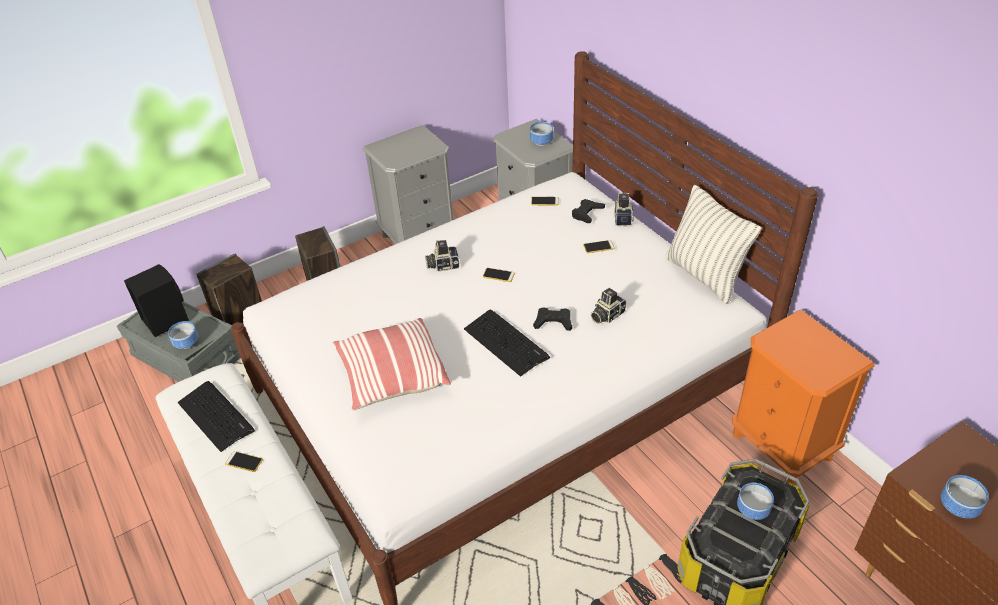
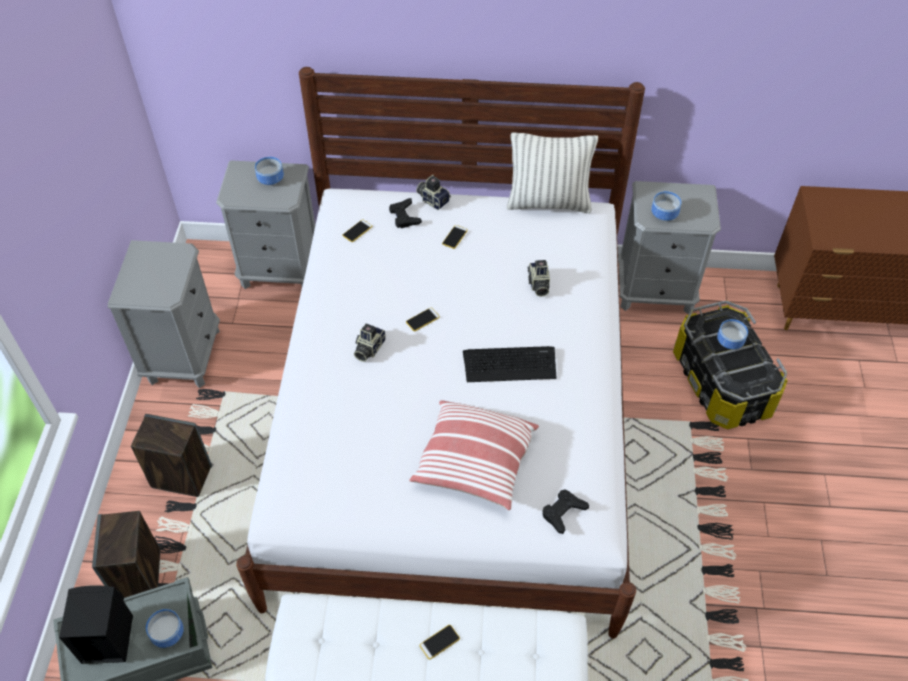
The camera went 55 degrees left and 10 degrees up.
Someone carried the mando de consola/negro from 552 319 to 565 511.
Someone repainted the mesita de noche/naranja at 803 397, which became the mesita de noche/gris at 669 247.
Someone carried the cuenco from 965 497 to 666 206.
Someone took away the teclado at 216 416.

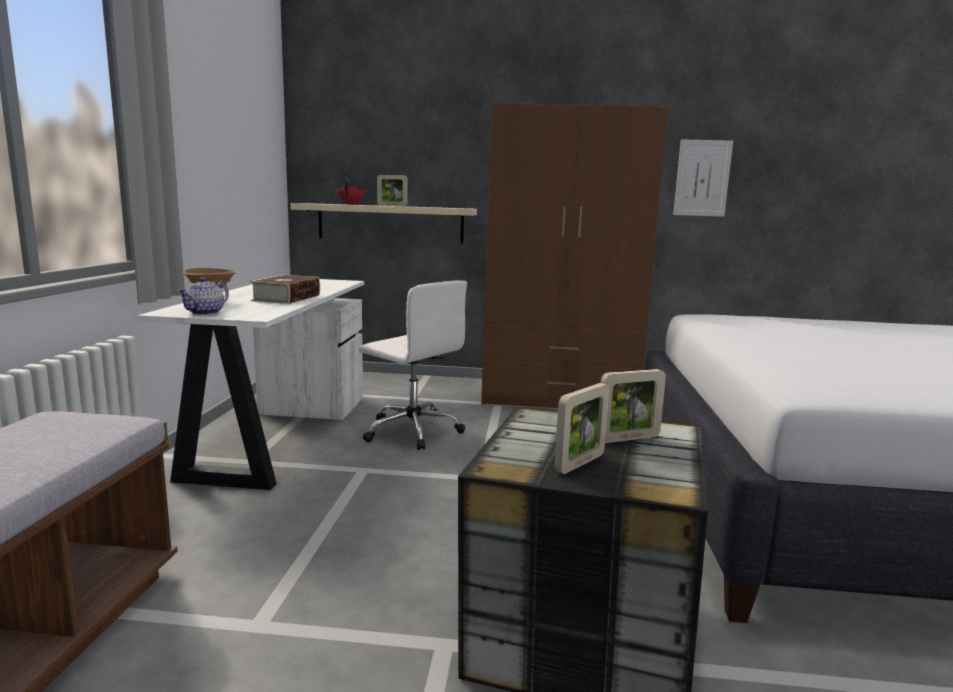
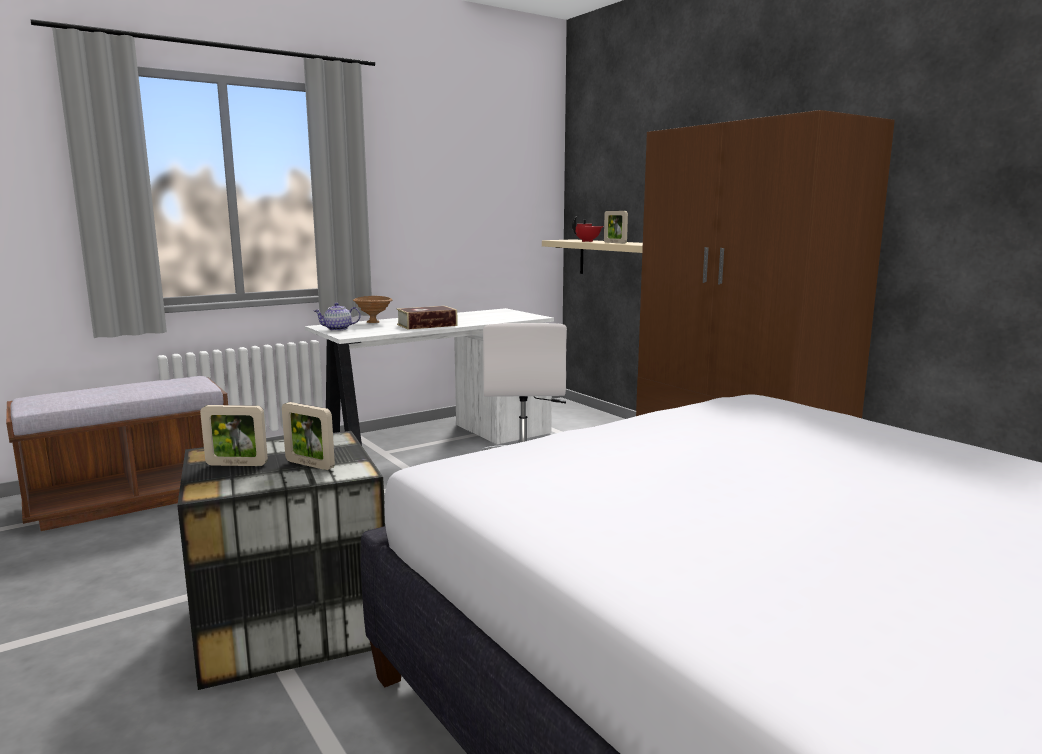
The camera went 50 degrees right and 0 degrees up.
Someone took away the cuadro at 703 178.

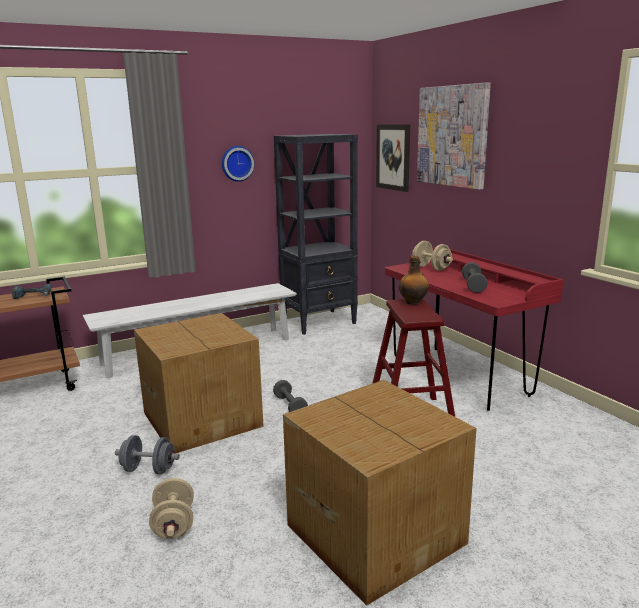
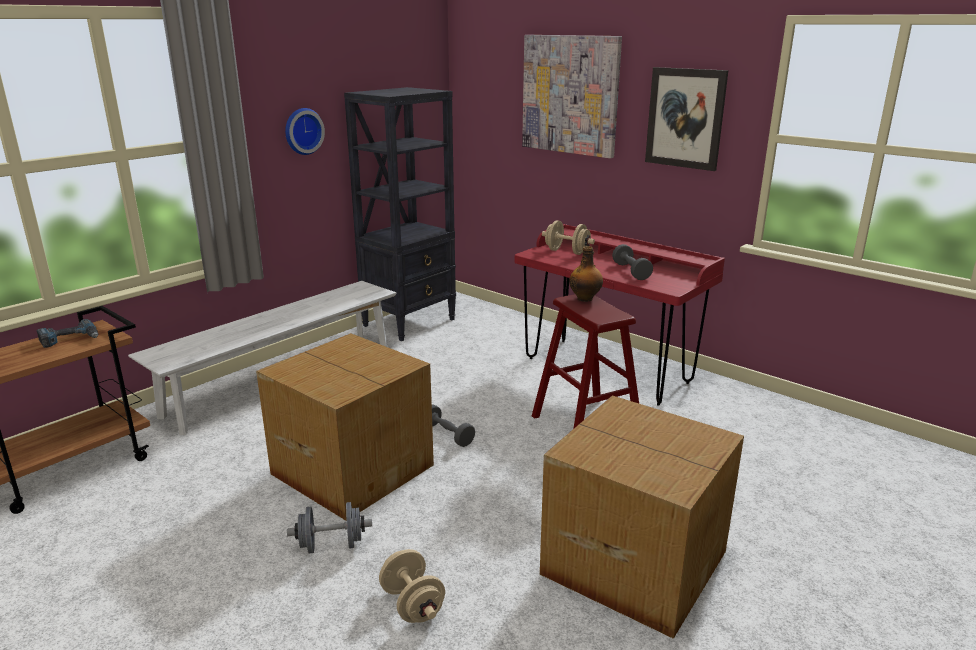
The camera went 20 degrees left and 5 degrees up.
Someone carried the cuadro from 393 158 to 687 119.

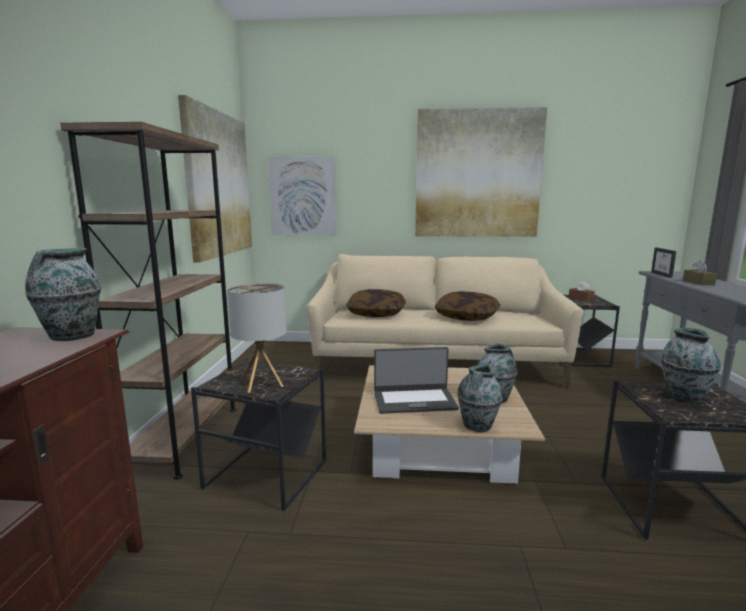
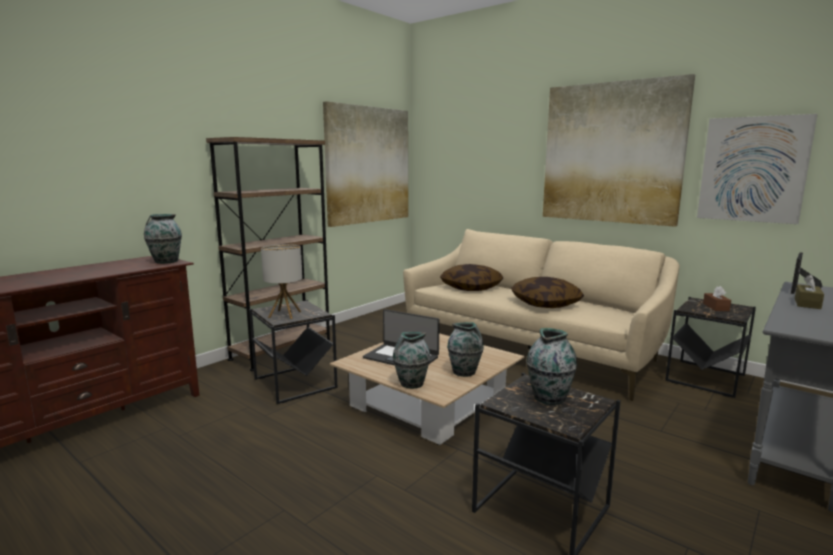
The camera went 35 degrees right and 0 degrees up.
Someone carried the cuadro from 302 196 to 757 169.

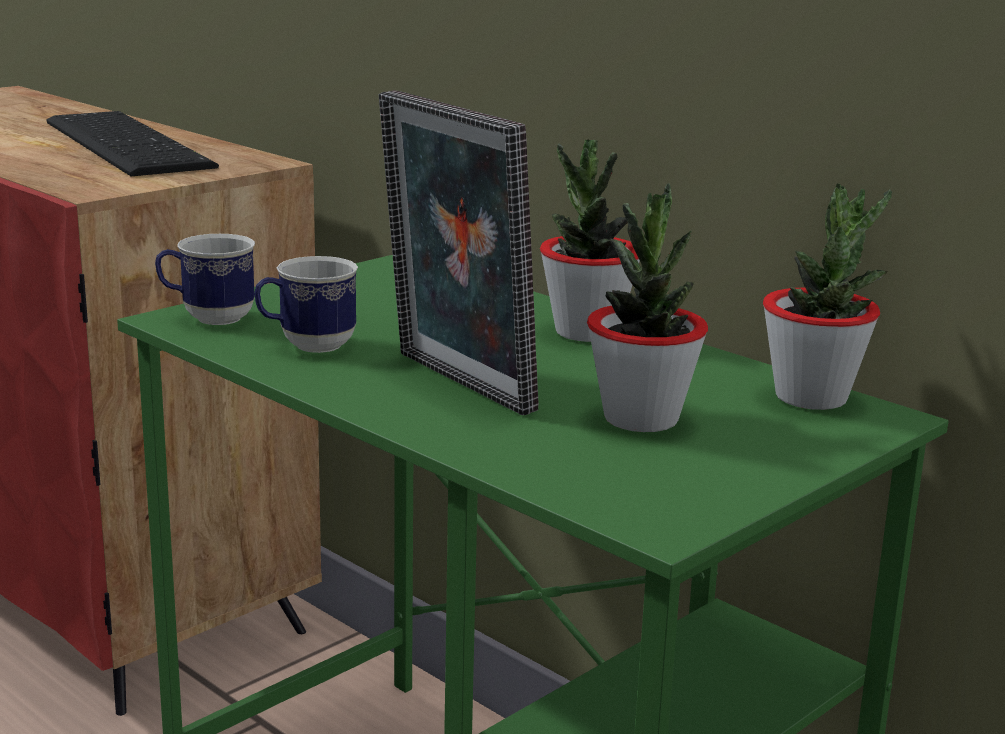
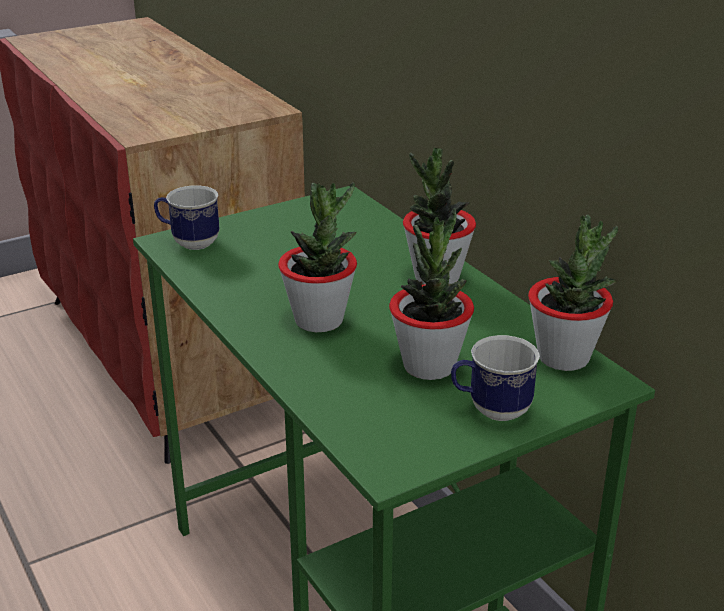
The camera went 15 degrees right and 10 degrees up.
Someone swapped the portarretratos at 459 252 for the planta en maceta at 317 257.
Someone carried the taza grande from 306 304 to 495 378.
Someone took away the teclado at 133 143.

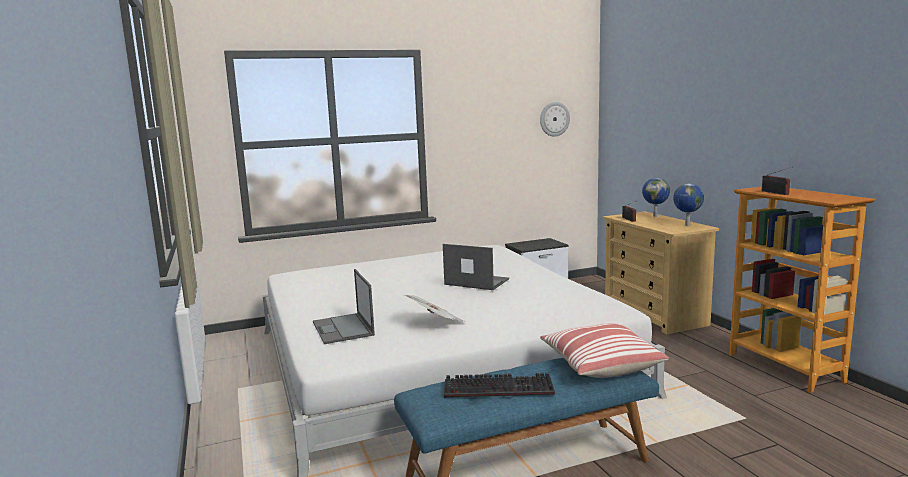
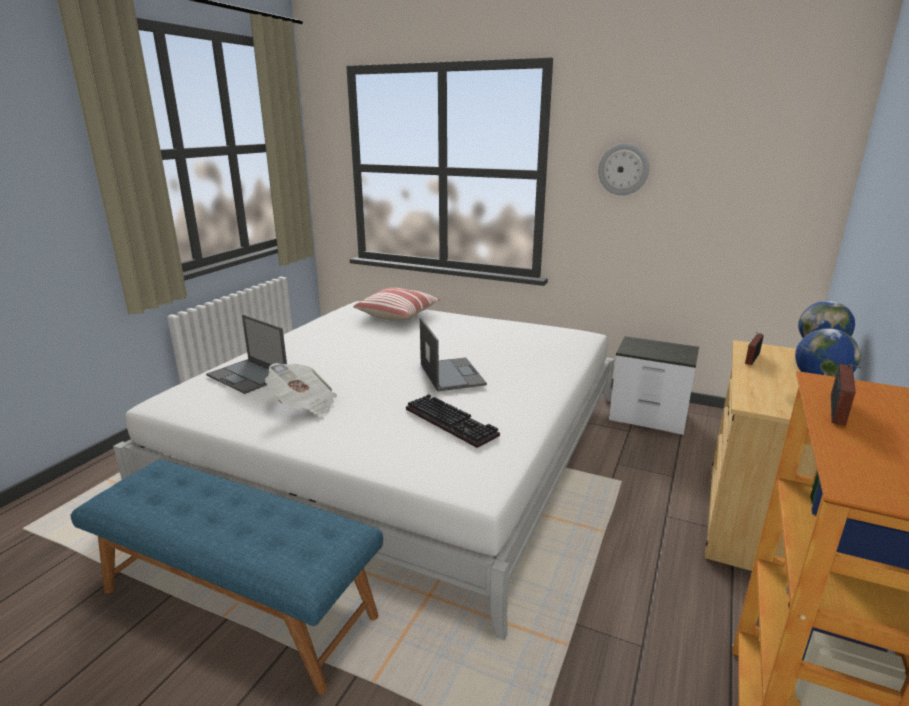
The camera went 45 degrees right and 10 degrees up.
Someone rotated the portátil at 344 306 by 75 degrees counterclockwise.
Someone carried the cojín from 604 350 to 396 304.
Someone carried the teclado from 499 385 to 453 421.
Someone carried the reloj de pared from 555 119 to 623 169.

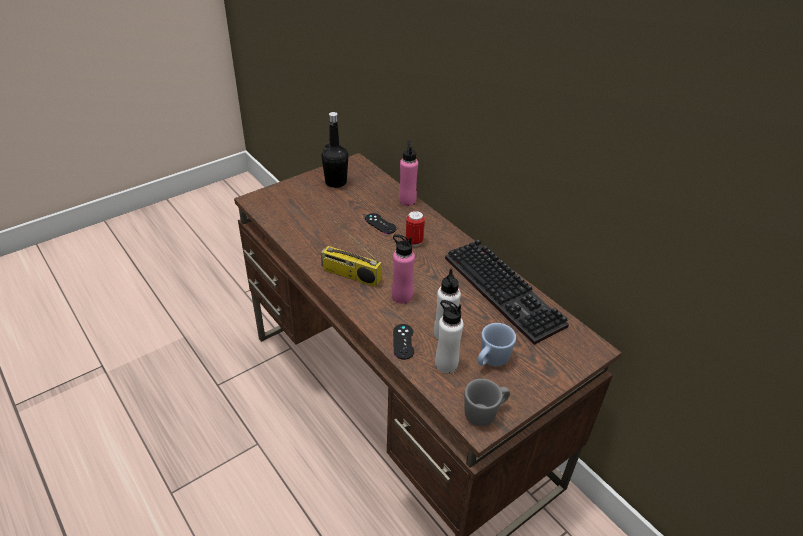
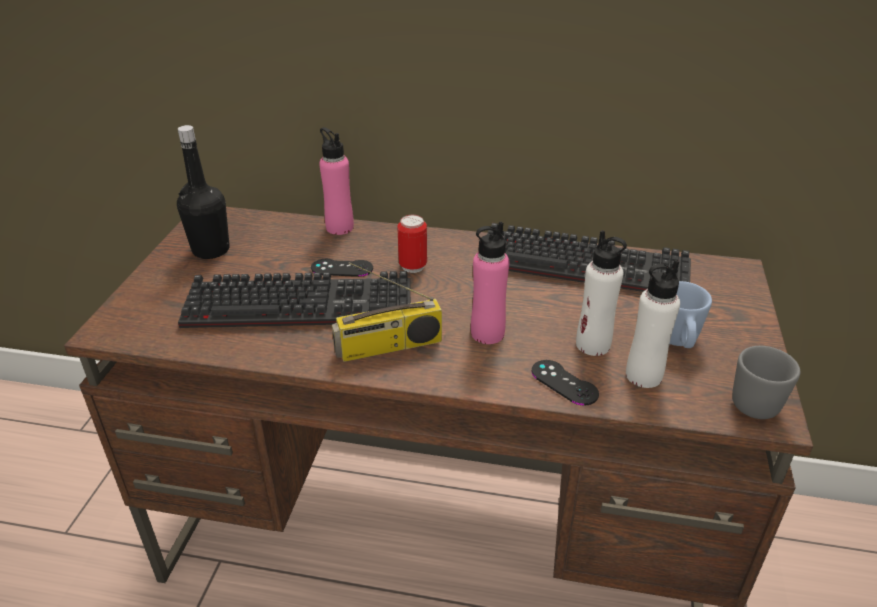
The camera went 40 degrees left and 5 degrees down.
Someone put down the teclado at 294 299.

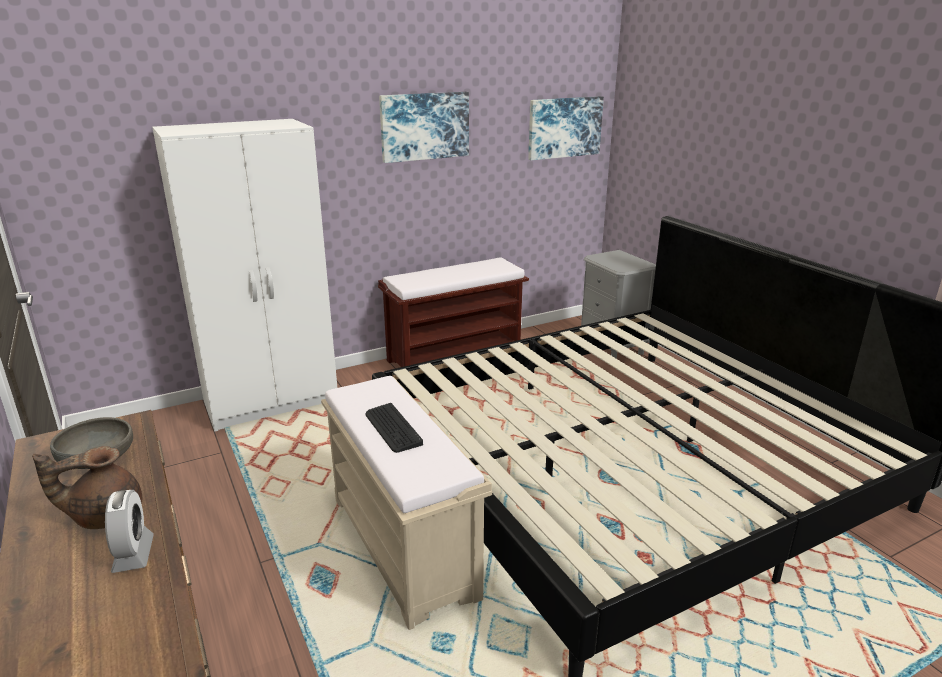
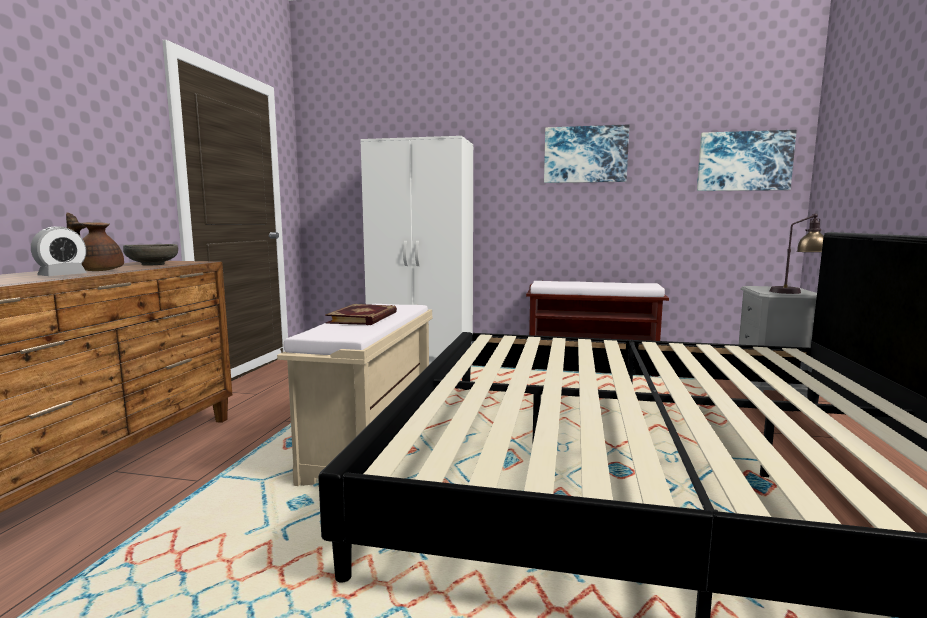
The camera went 40 degrees right and 15 degrees down.
Someone swapped the teclado at 394 428 for the libro at 361 314.
Someone put down the lámpara de mesa at 796 254.

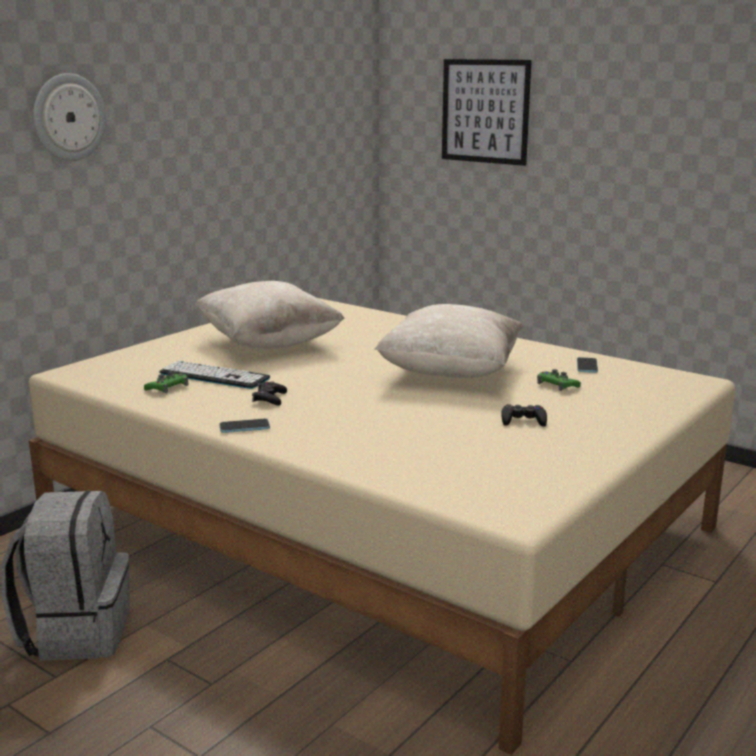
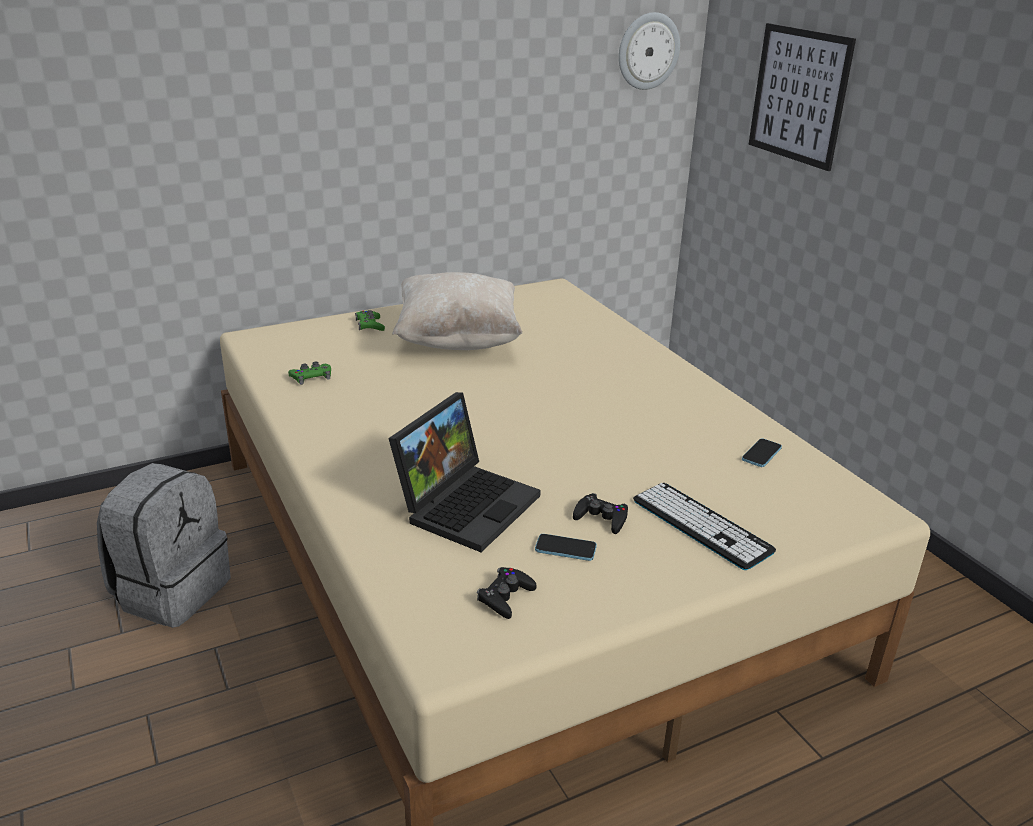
The camera went 25 degrees right and 10 degrees up.
Someone carried the mando de consola/verde from 559 380 to 370 320.
Someone put down the portátil at 464 472.
Someone carried the mando de consola/negro from 269 393 to 507 593.
Someone carried the móvil from 244 426 to 566 547.
Someone carried the reloj de pared from 69 117 to 649 51.
Someone carried the teclado from 214 375 to 704 526.
Someone took away the cojín/beis at 449 341.

